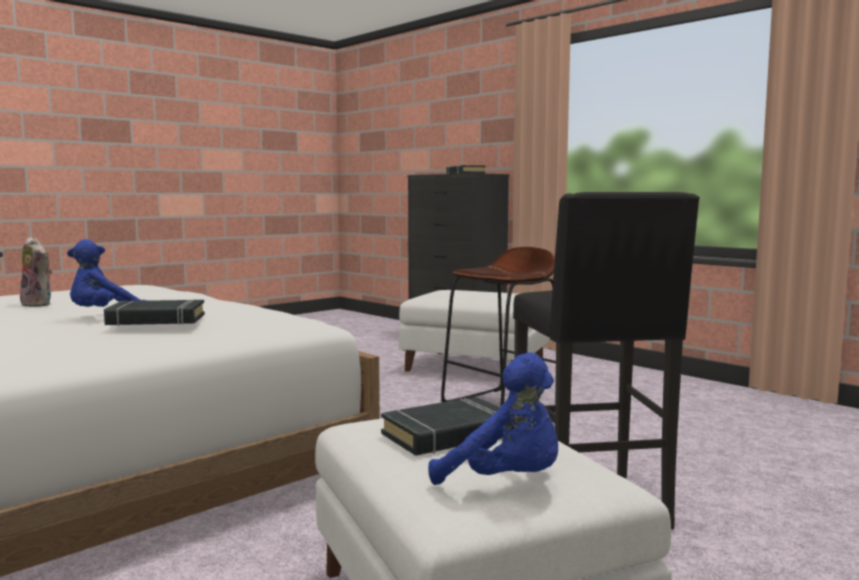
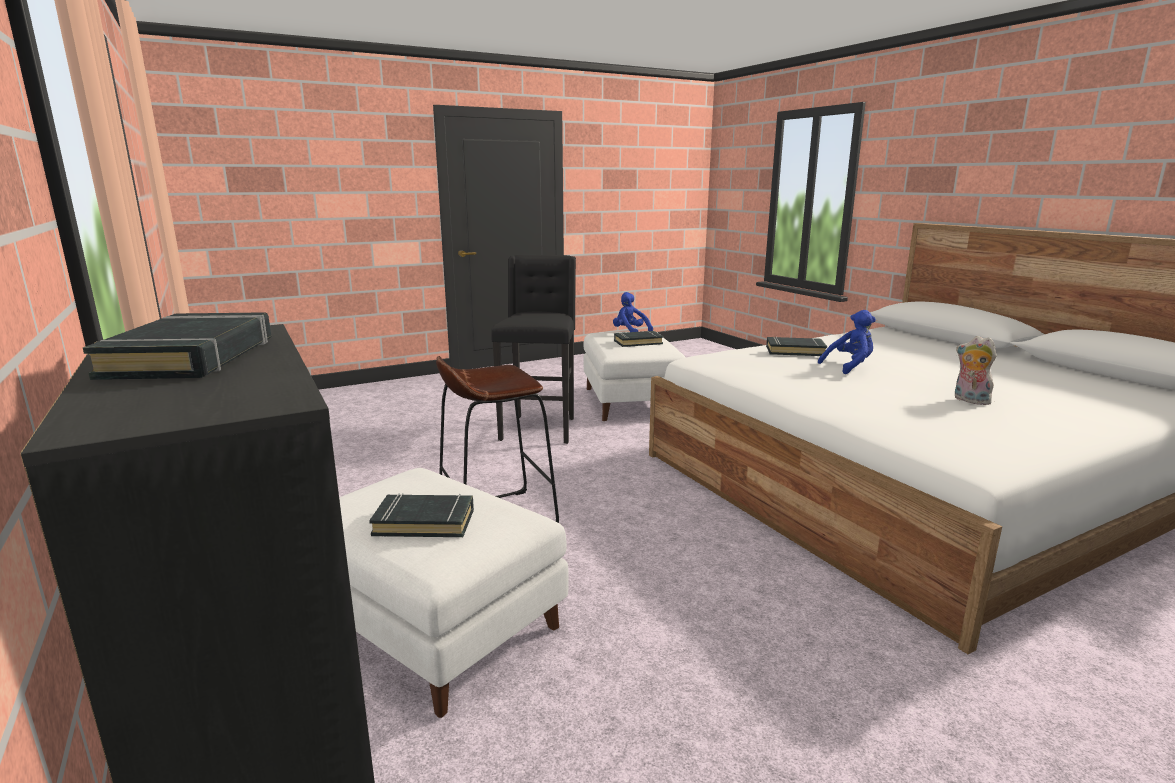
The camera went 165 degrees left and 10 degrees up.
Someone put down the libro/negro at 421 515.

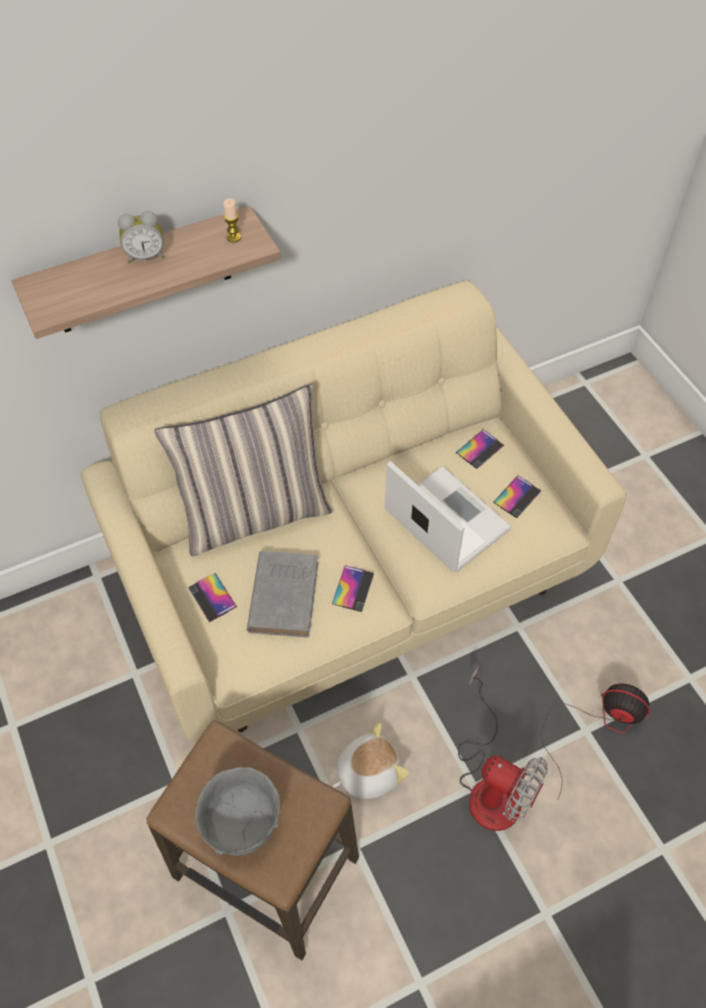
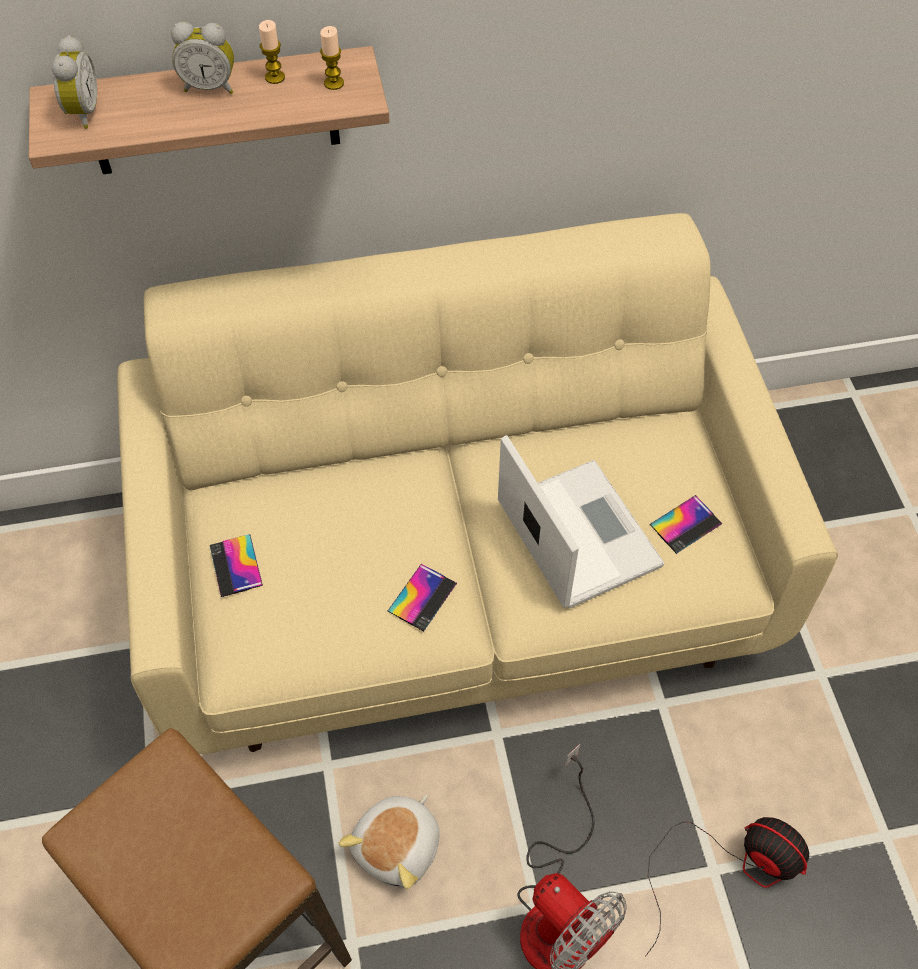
The camera went 15 degrees right and 0 degrees up.
Someone put down the despertador at 74 82.
Someone put down the vela at 272 52.
Someone rotated the peluche at 370 761 by 135 degrees clockwise.
Someone took away the cojín at 243 470.
Someone took away the cuenco/gris at 237 811.
Someone took away the libro/gris at 282 594.
Someone took away the móvil at 480 449.

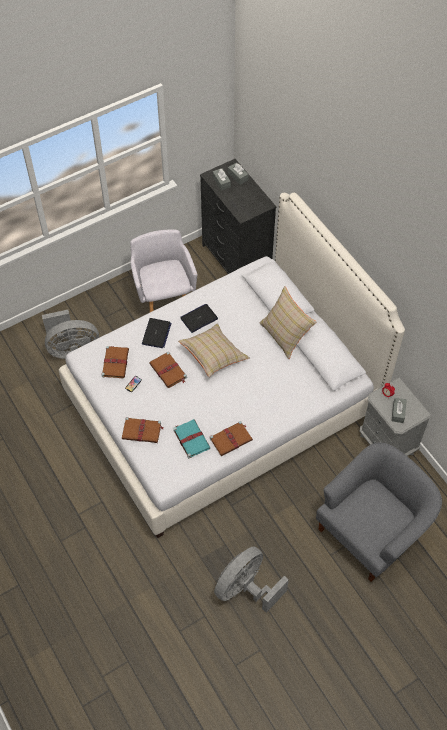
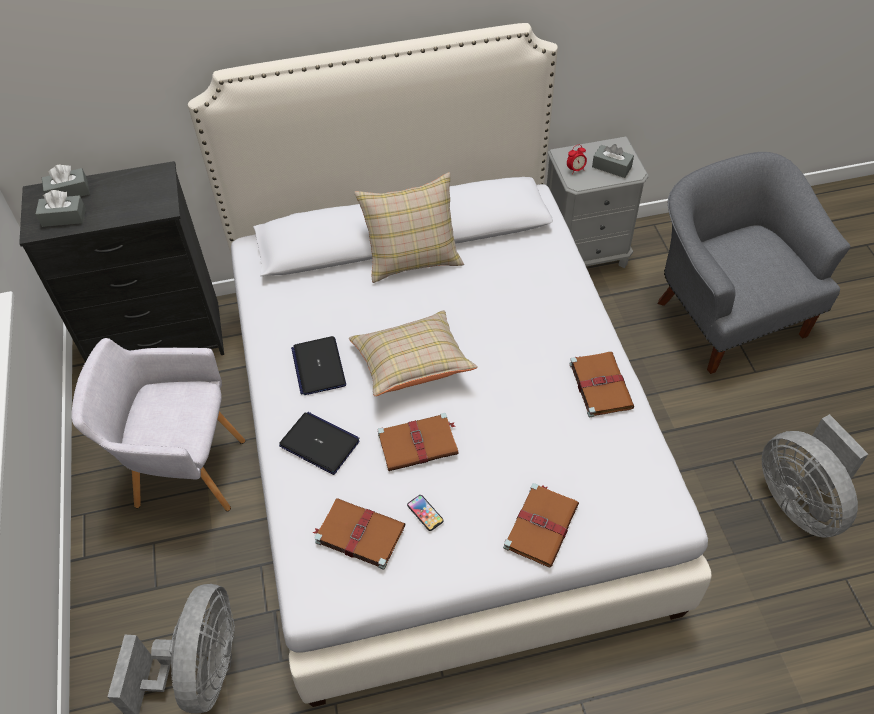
The camera went 70 degrees left and 5 degrees down.
Someone took away the libro/turquesa at 191 439.

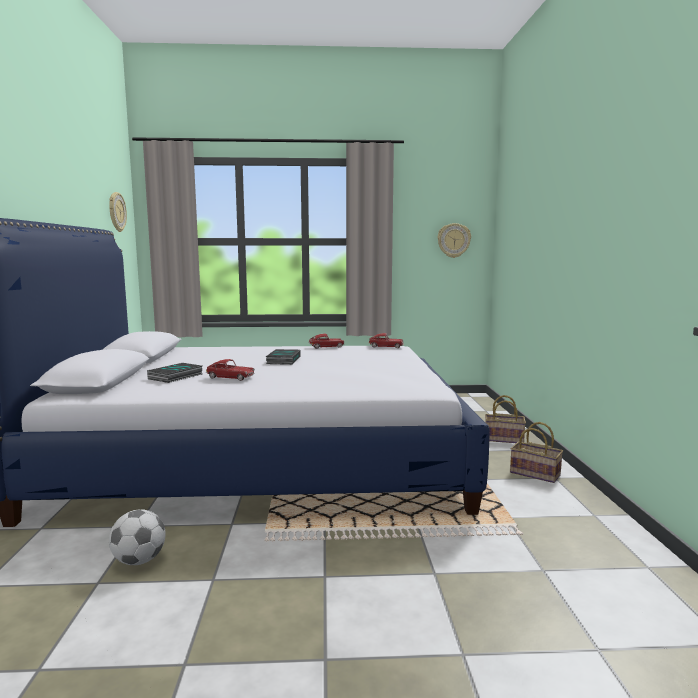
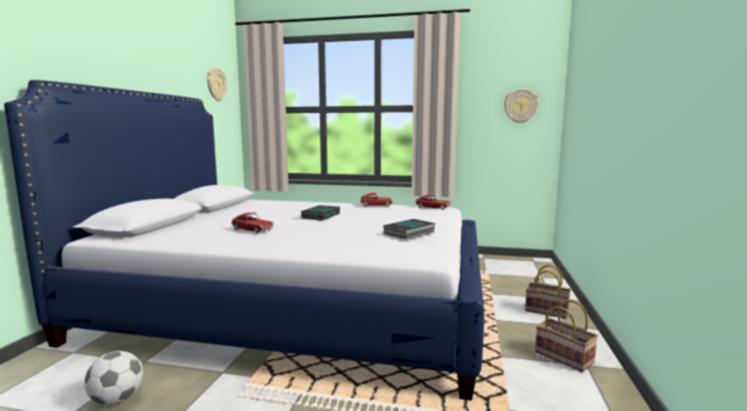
The camera went 15 degrees right and 0 degrees up.
Someone carried the libro from 174 373 to 410 229.

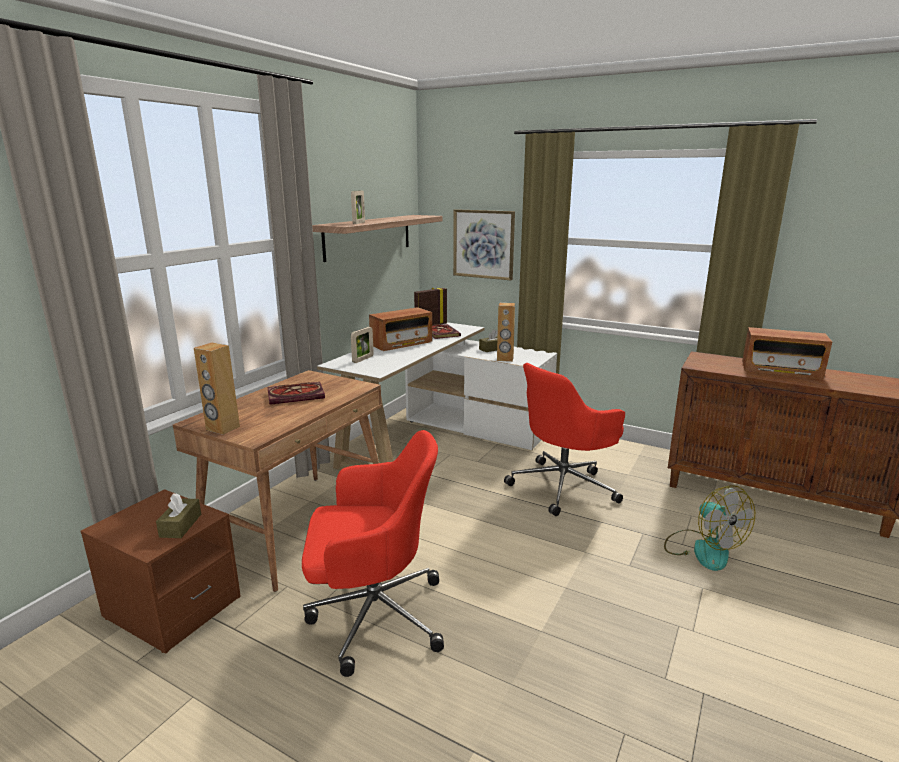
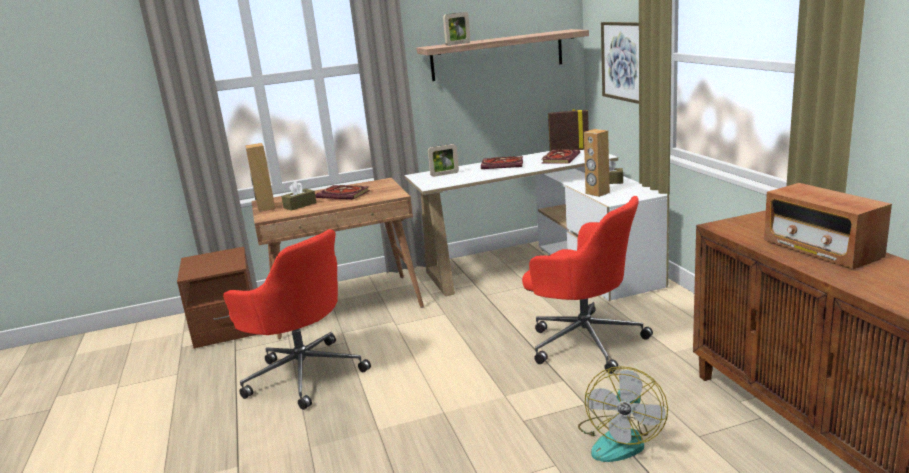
The camera went 45 degrees right and 0 degrees up.
Someone carried the caja de pañuelos/marrón from 178 515 to 299 196.
Someone swapped the radio at 400 329 for the libro at 502 162.
Someone rotated the silla de oficina/rojo at 564 439 by 150 degrees counterclockwise.

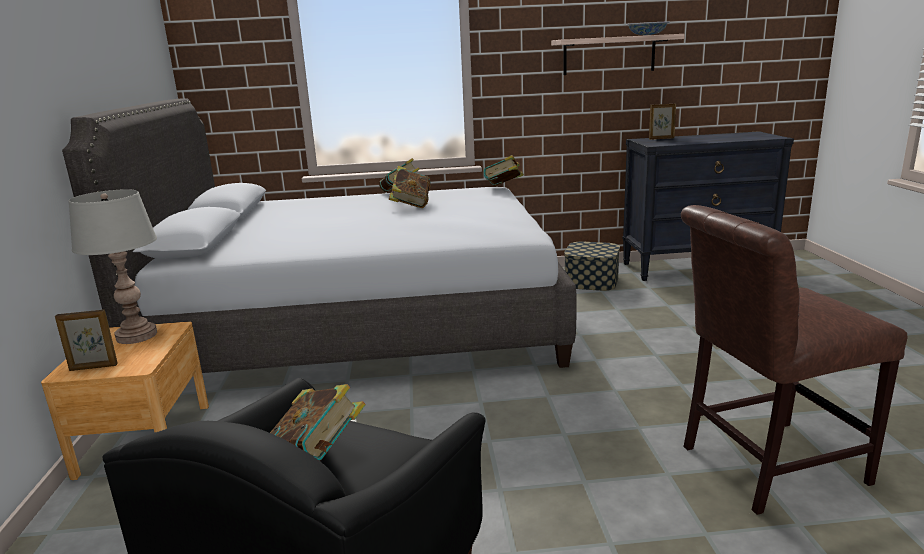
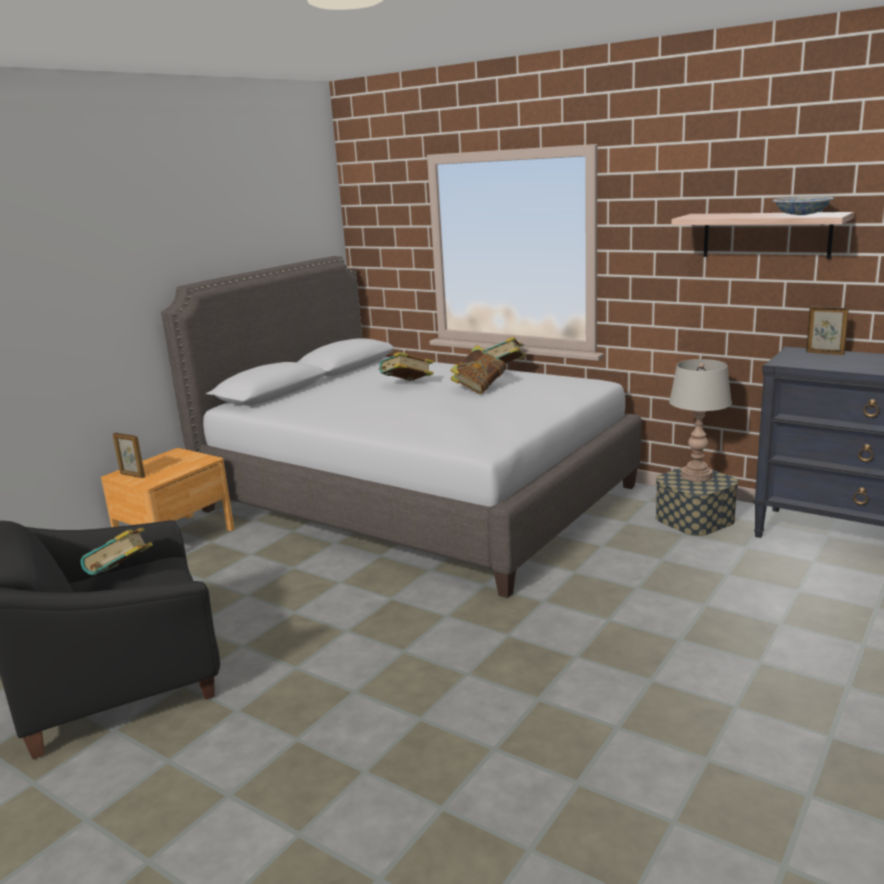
The camera went 40 degrees right and 0 degrees up.
Someone carried the libro from 504 170 to 406 366.
Someone carried the lámpara de mesa/gris from 112 266 to 700 420.
Someone took away the silla/marrón at 794 360.

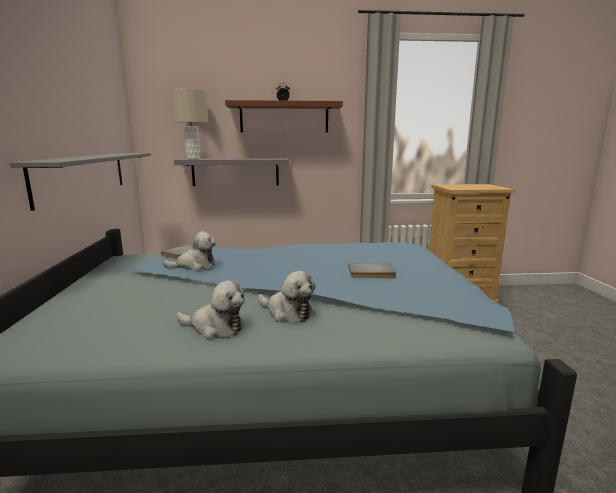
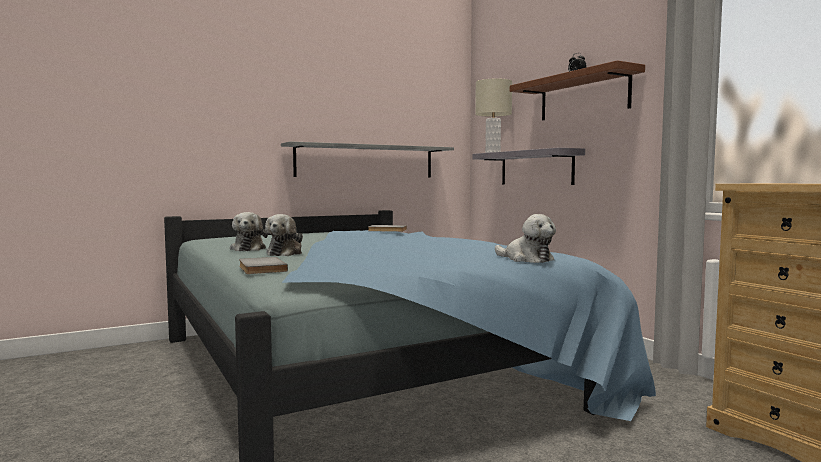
The camera went 65 degrees right and 10 degrees down.
Someone carried the libro/gris from 372 271 to 263 265.
Someone carried the peluche from 190 251 to 525 238.

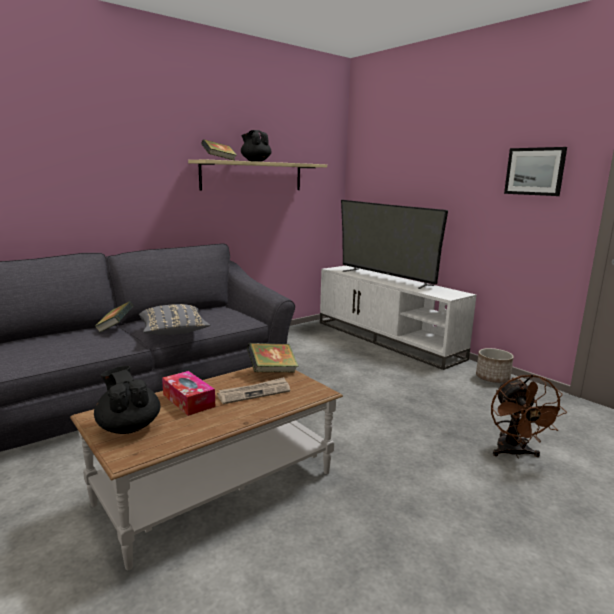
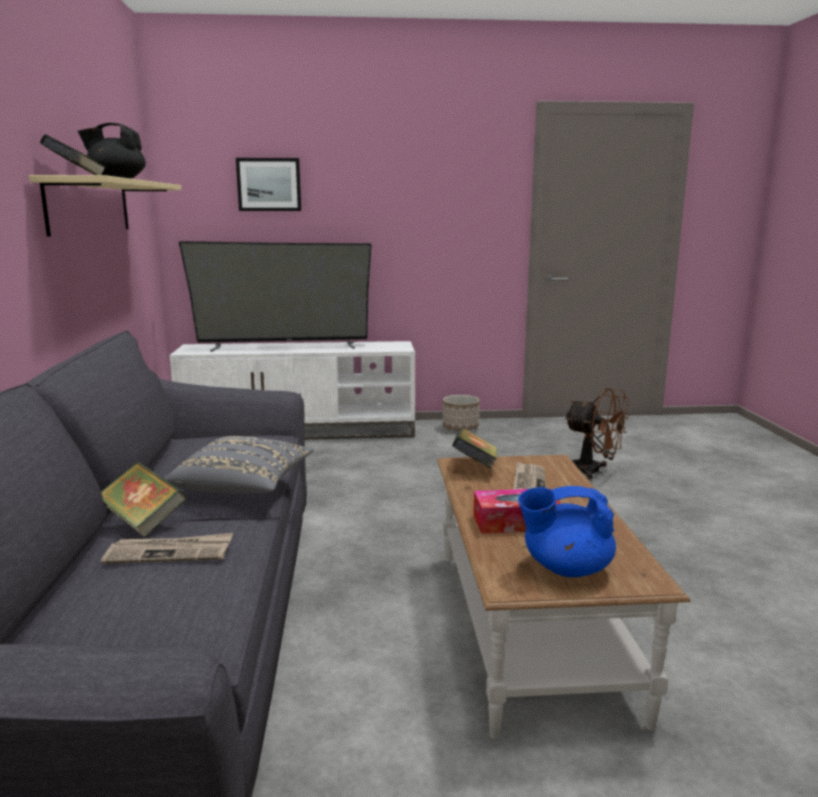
The camera went 55 degrees left and 0 degrees up.
Someone put down the periódico at 167 548.
Someone carried the cuadro from 535 171 to 268 184.
Someone repainted the tetera/negro at 127 400, which became the tetera/azul at 567 531.

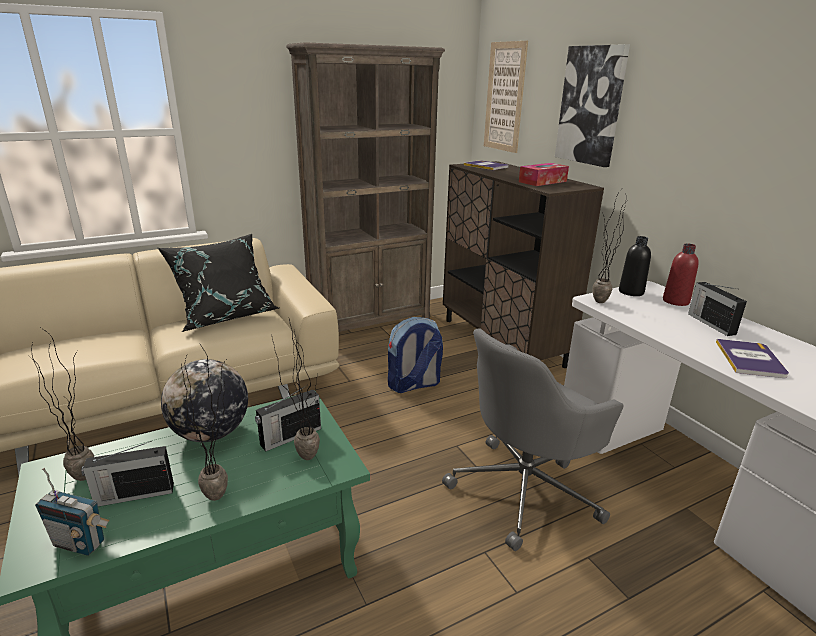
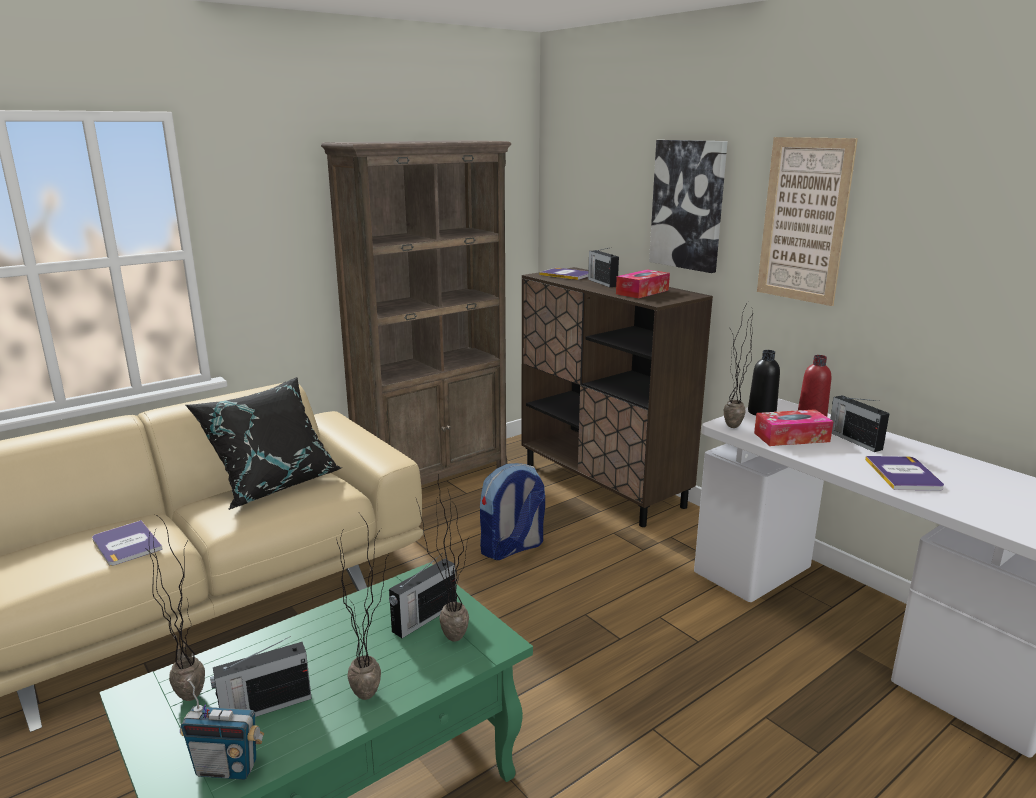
The camera went 10 degrees left and 5 degrees down.
Someone put down the libro at 127 543.
Someone put down the radio at 603 267.
Someone put down the caja de pañuelos at 794 427.
Someone carried the cuadro from 506 97 to 807 221.
Someone took away the globo terráqueo at 204 400.
Someone took away the silla de oficina/gris at 533 440.

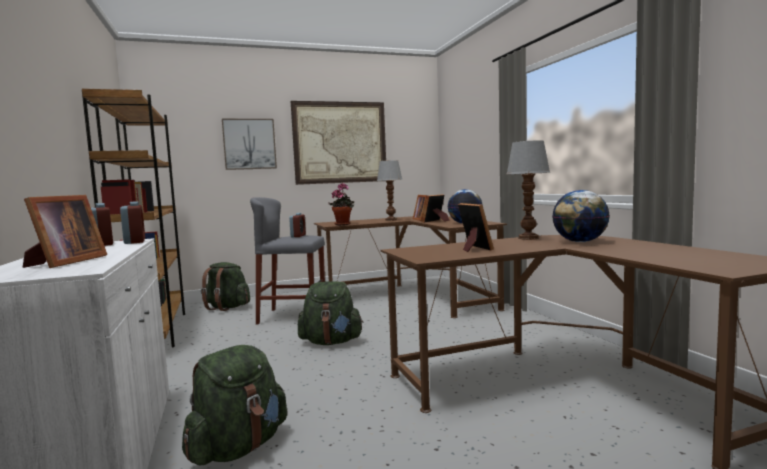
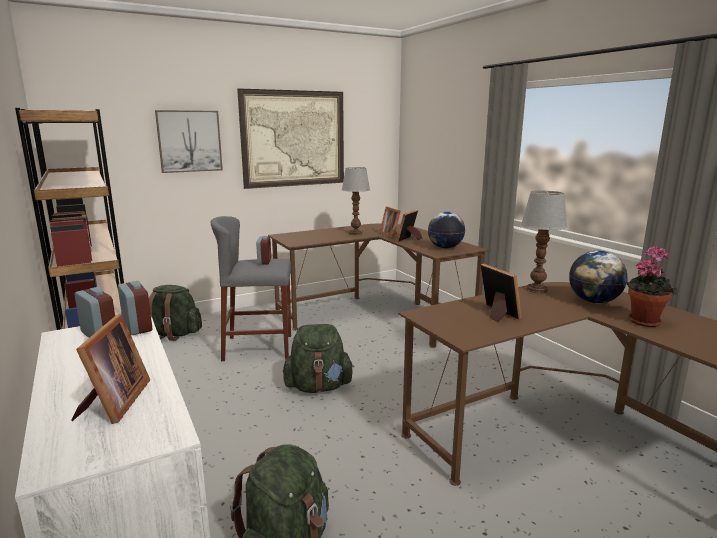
The camera went 10 degrees left and 10 degrees up.
Someone carried the planta en maceta from 341 204 to 652 286.

